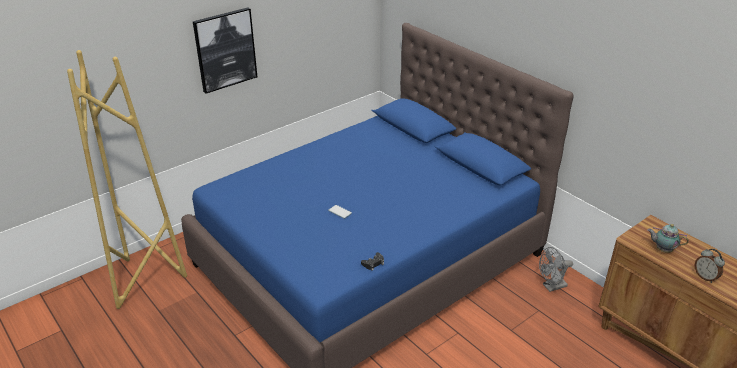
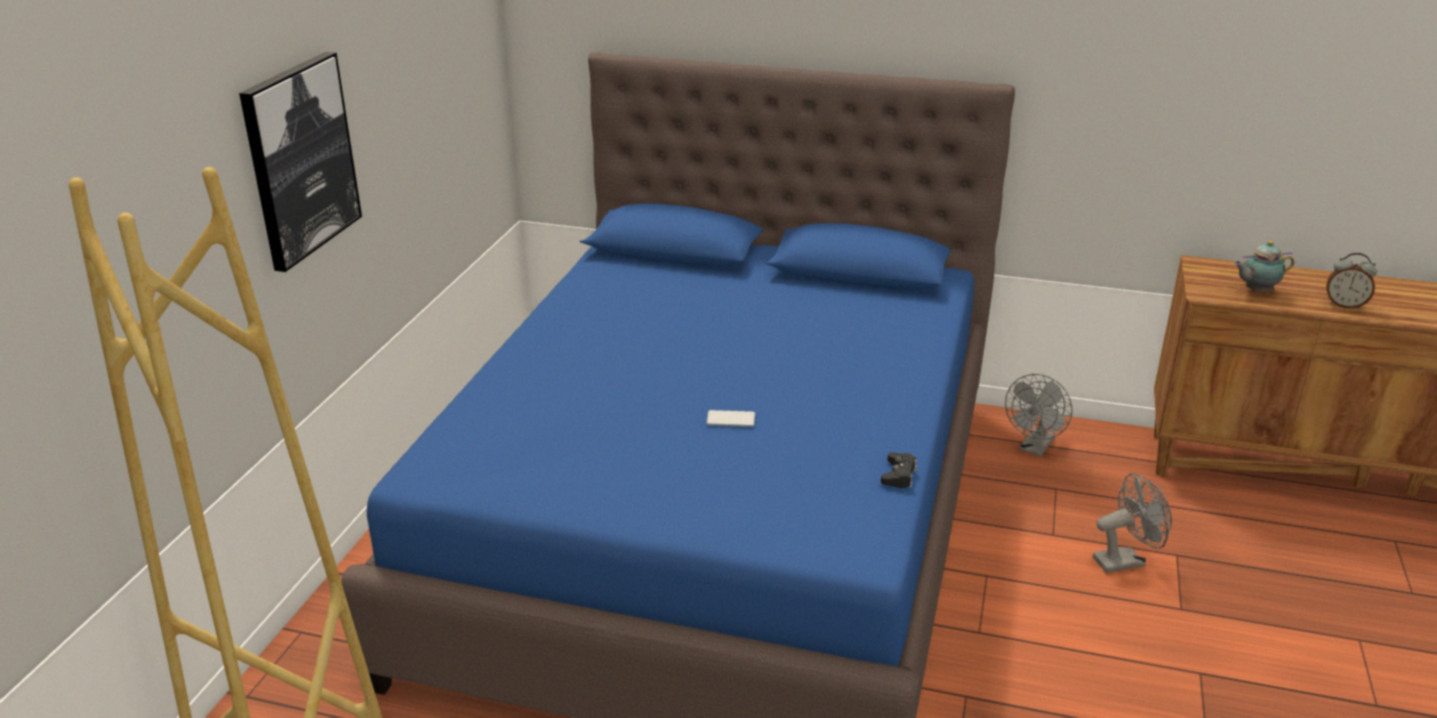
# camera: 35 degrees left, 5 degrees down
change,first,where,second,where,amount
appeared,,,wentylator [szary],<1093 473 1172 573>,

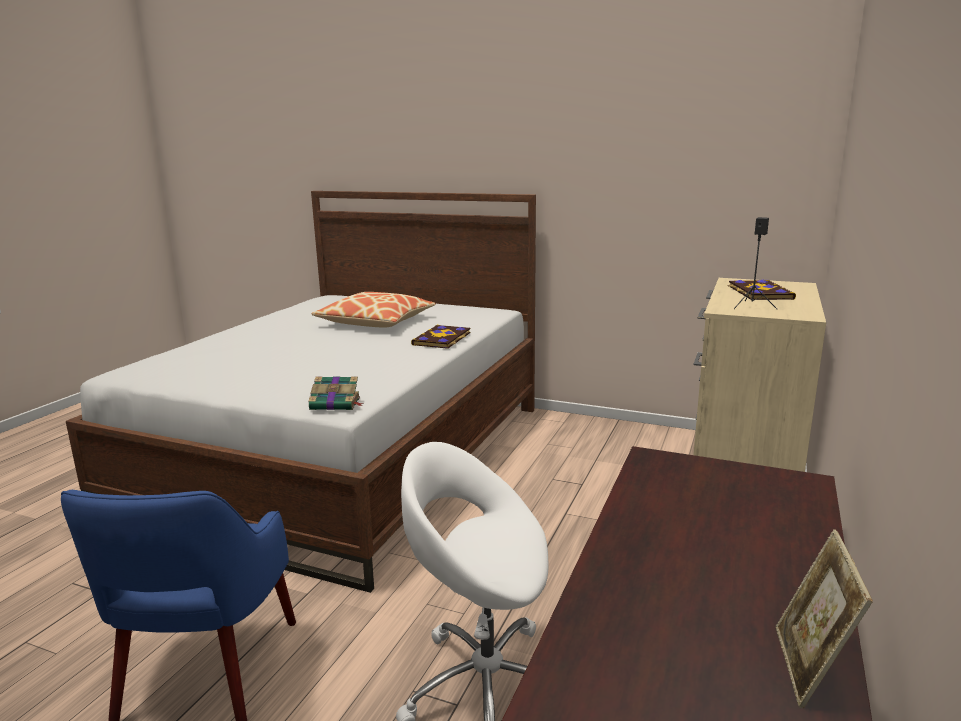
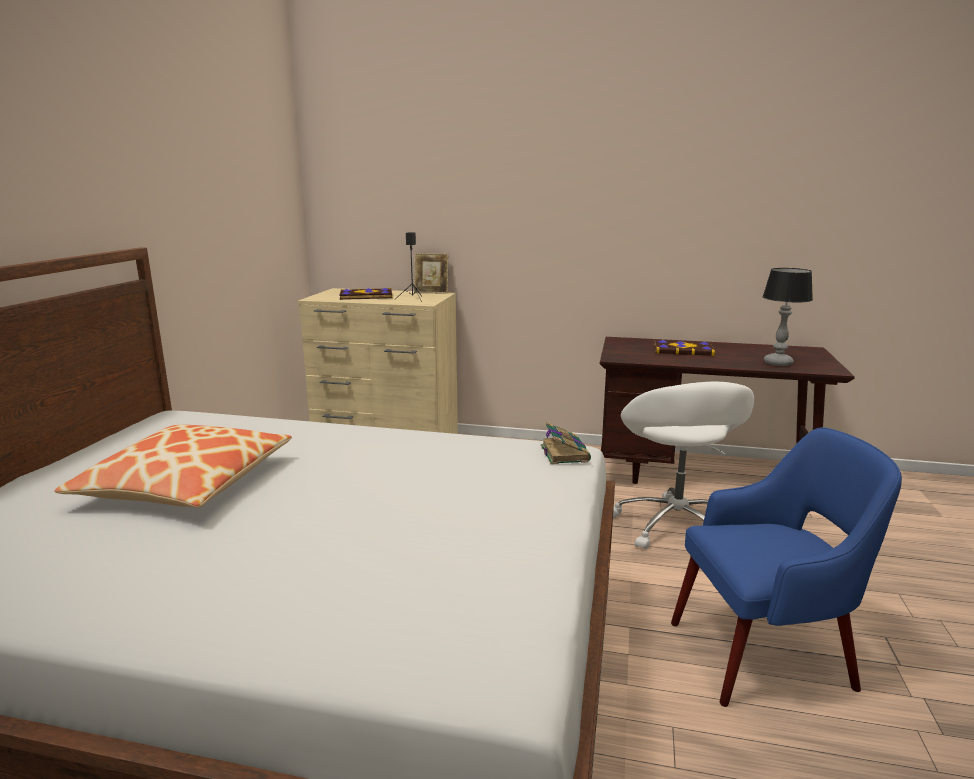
# camera: 100 degrees left, 0 degrees up
change,first,where,second,where,amount
relocated,książka,<411 325 471 349>,,<654 340 715 356>,
relocated,ramka na zdjęcie,<776 529 873 708>,,<414 253 449 294>,
appeared,,,lampa stołowa,<763 268 813 366>,

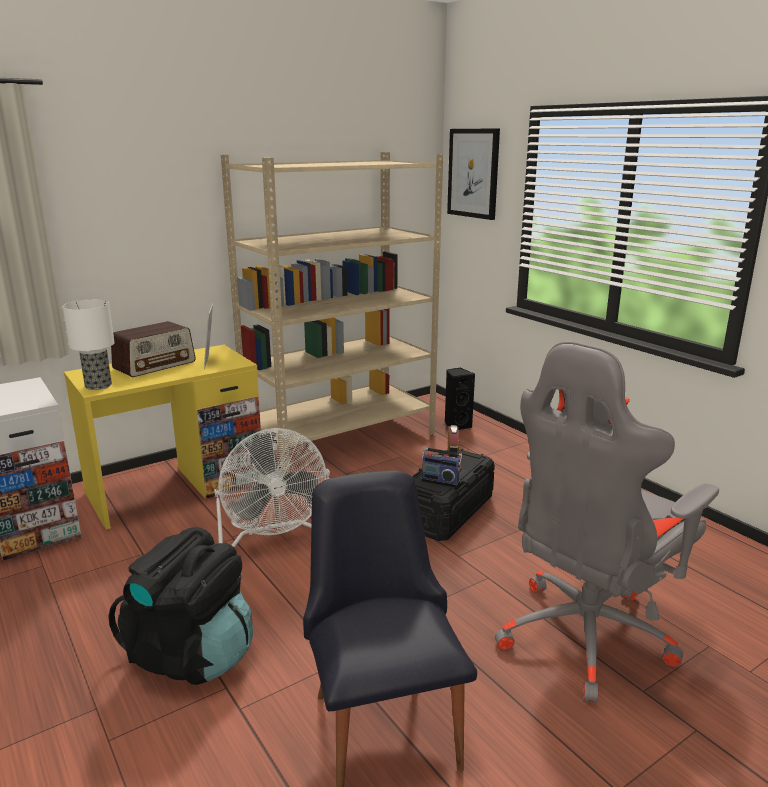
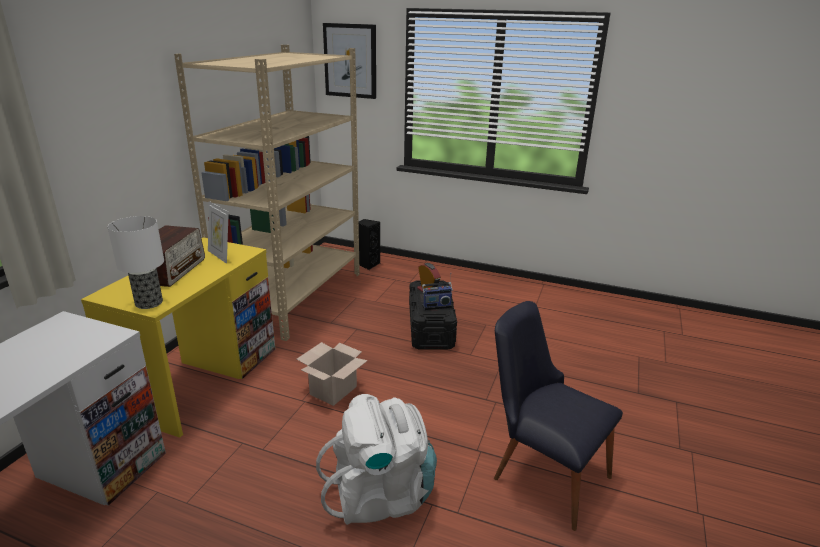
# camera: 35 degrees left, 5 degrees up
change,first,where,second,where,amount
colour,plecak [czarny],<108 527 253 685>,plecak [biały],<316 394 437 525>,
exchanged,wentylator [biały],<214 428 330 548>,karton,<297 342 368 406>,
missing,krzesło biurowe [szary],<495 341 719 703>,,,

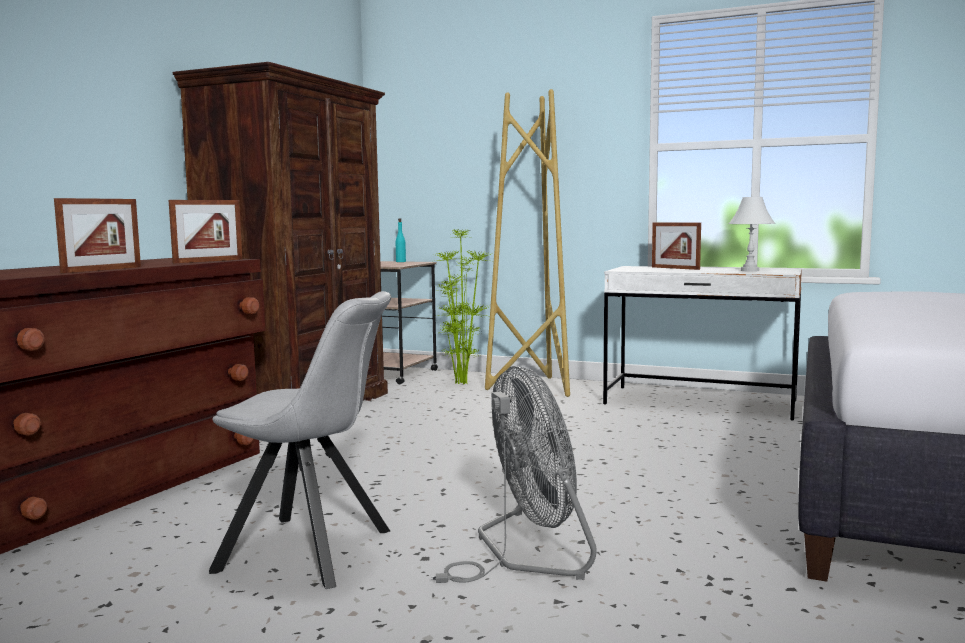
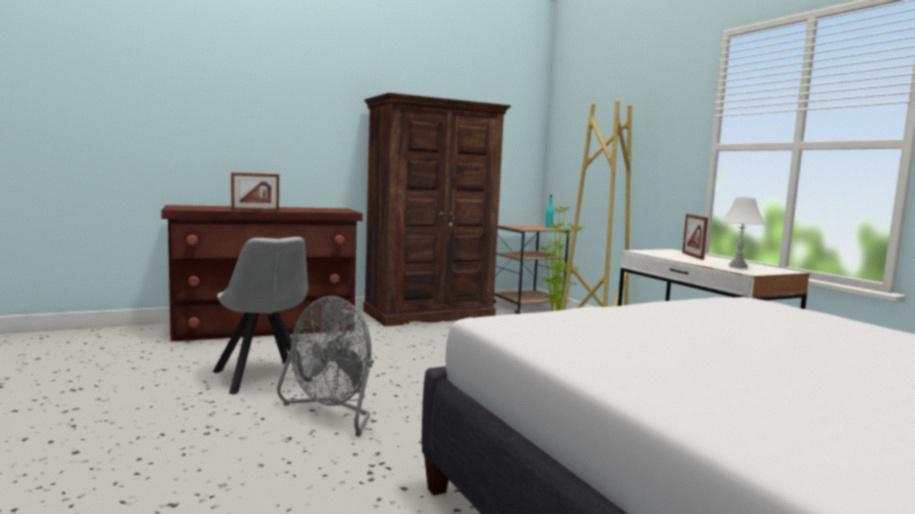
# camera: 40 degrees right, 0 degrees up
change,first,where,second,where,amount
missing,ramka na zdjęcie,<169 200 242 263>,,,
spun,wentylator [szary],<432 366 596 583>,,<277 296 374 436>,105 degrees clockwise

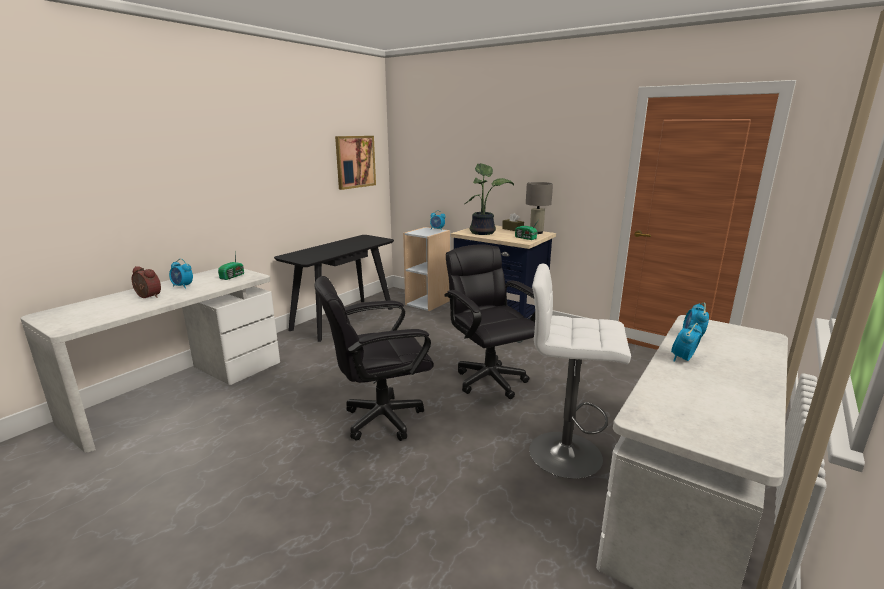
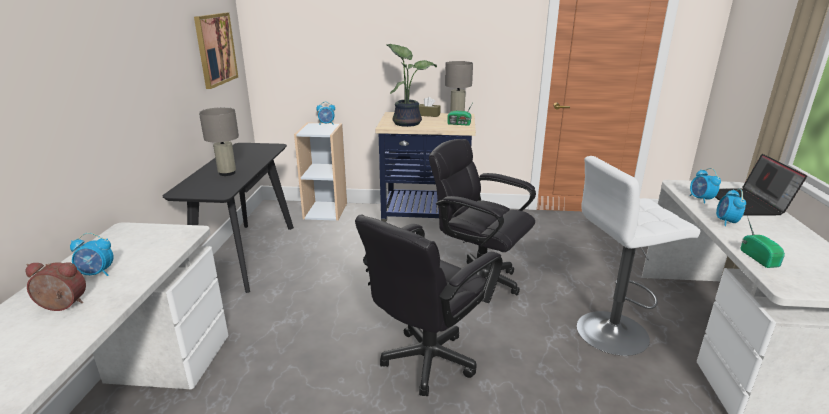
# camera: 30 degrees left, 5 degrees up
change,first,where,second,where,amount
relocated,radio,<218 253 244 280>,,<740 216 785 268>,
appeared,,,lampa stołowa [szary],<199 107 239 176>,
appeared,,,laptop,<715 154 807 216>,

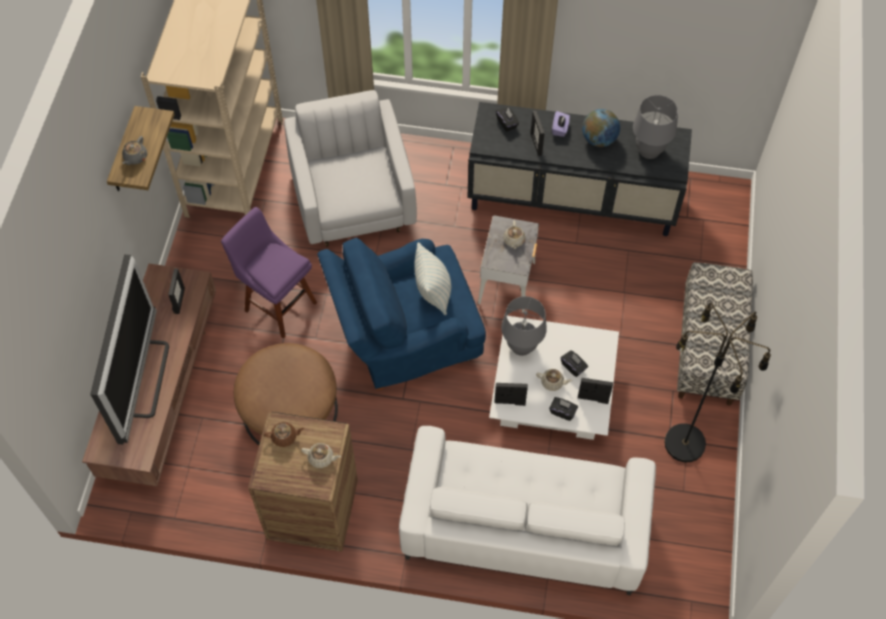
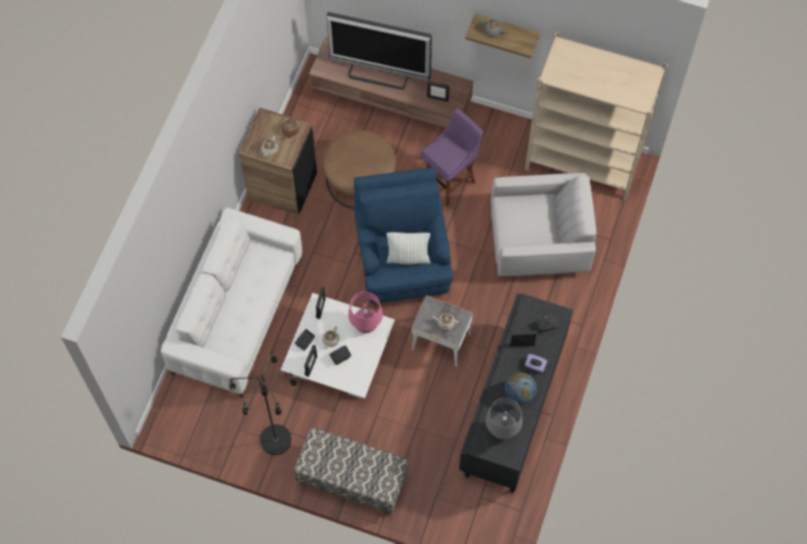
# camera: 100 degrees right, 5 degrees up
change,first,where,second,where,amount
colour,lampa stołowa [szary],<501 296 547 356>,lampa stołowa [różowy],<348 292 383 333>,

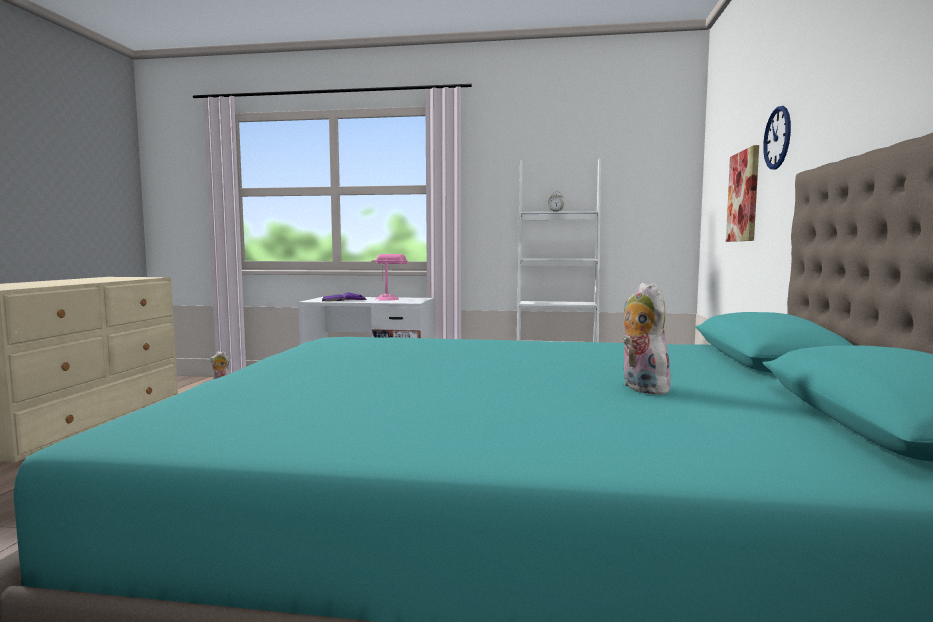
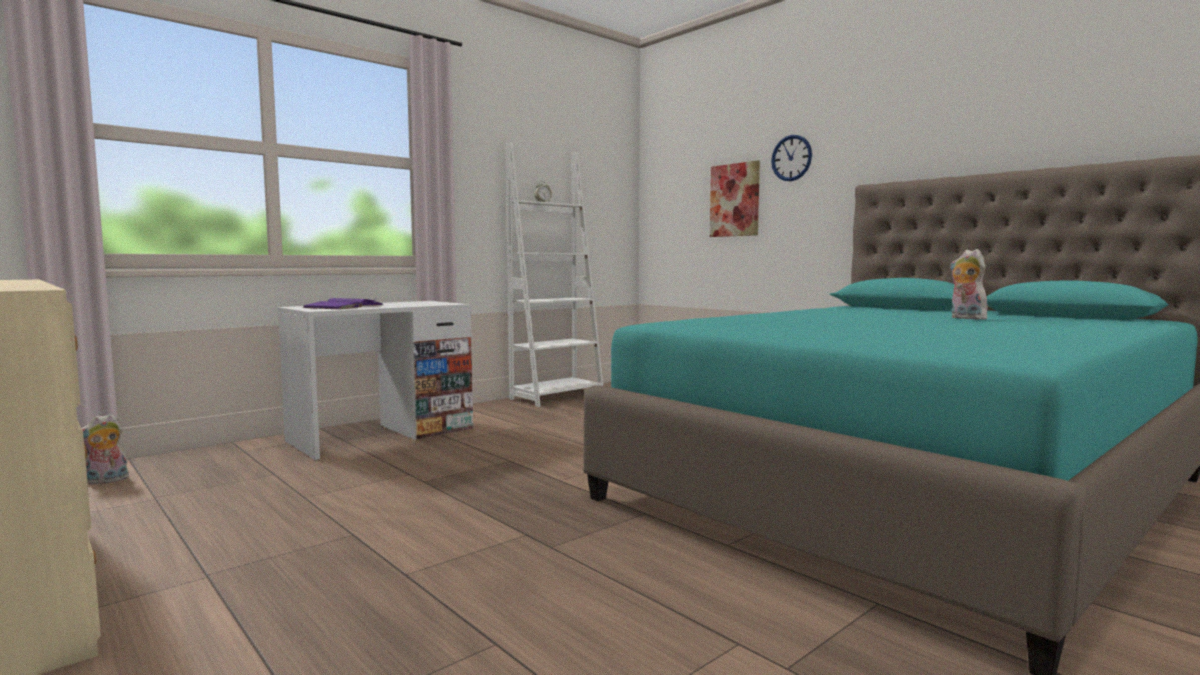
# camera: 50 degrees left, 0 degrees up
change,first,where,second,where,amount
missing,lampa stołowa [różowy],<371 254 408 301>,,,
spun,pluszak,<622 282 671 394>,,<950 249 989 320>,45 degrees clockwise

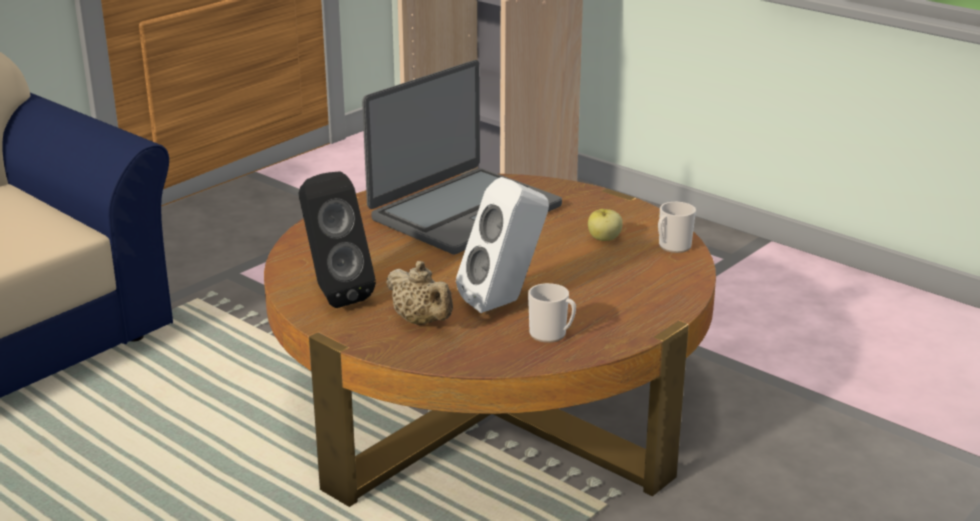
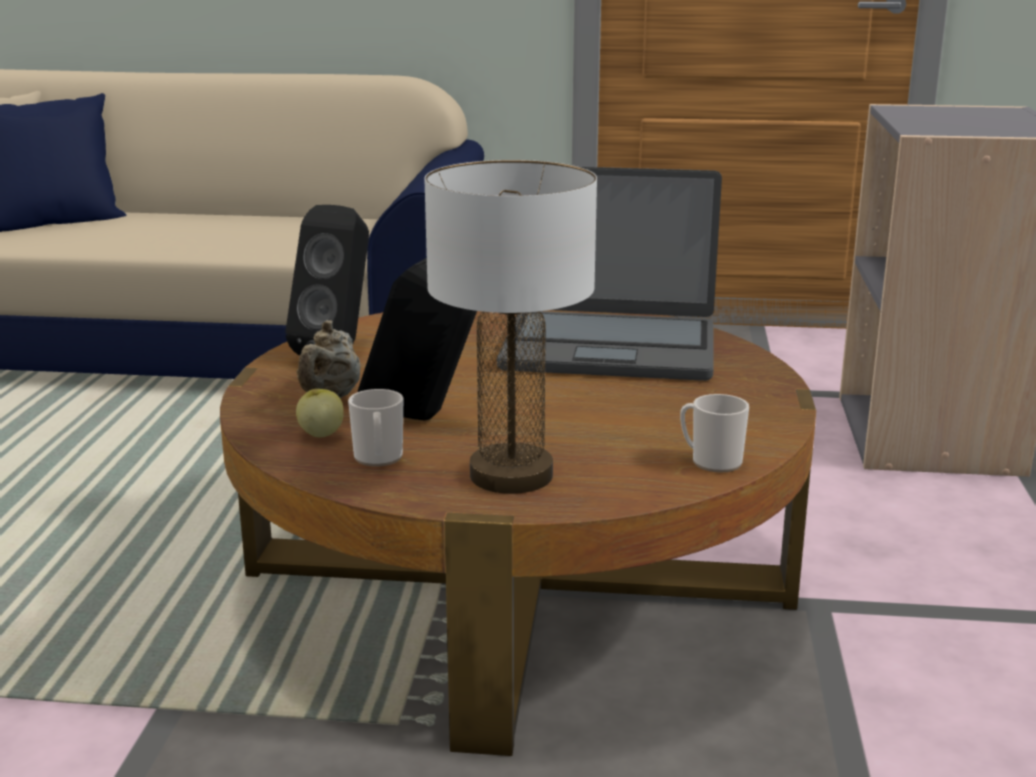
# camera: 55 degrees right, 5 degrees down
change,first,where,second,where,amount
colour,głośnik [biały],<456 177 549 313>,głośnik [czarny],<358 258 477 421>,
relocated,jabłko,<588 209 623 241>,,<296 389 344 438>,
appeared,,,lampa stołowa,<424 160 597 494>,

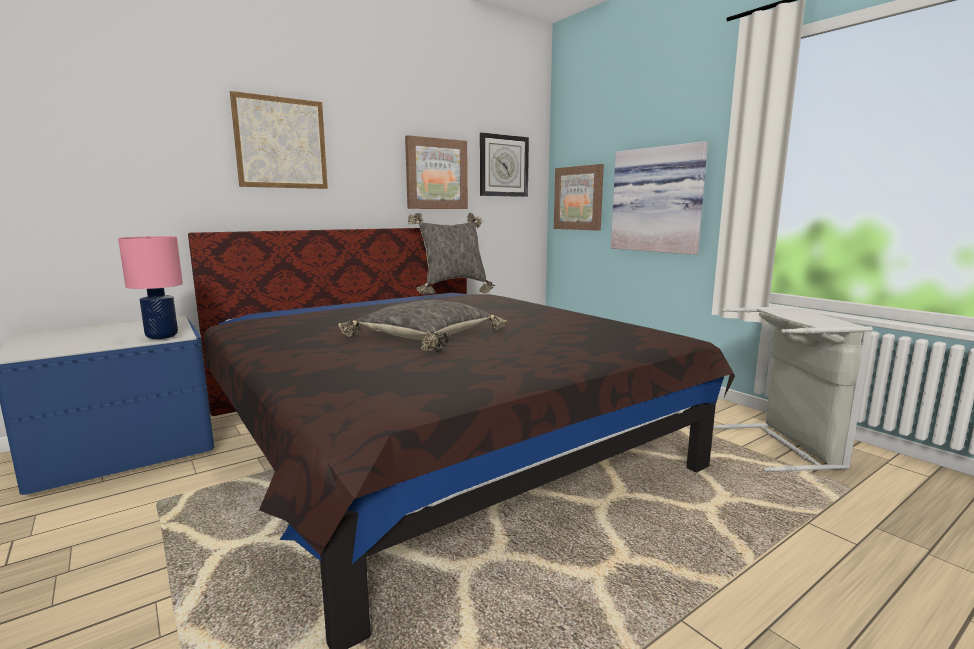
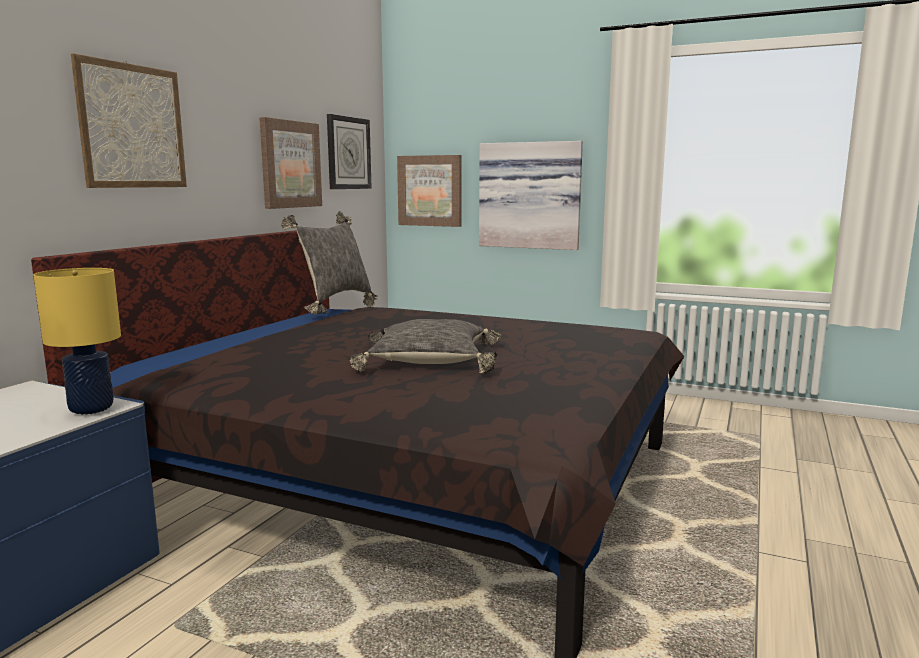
# camera: 30 degrees left, 0 degrees up
change,first,where,second,where,amount
colour,lampa stołowa [różowy],<118 236 183 339>,lampa stołowa [żółty],<33 268 121 415>,
missing,kosz na pranie [szary],<713 307 873 472>,,,

